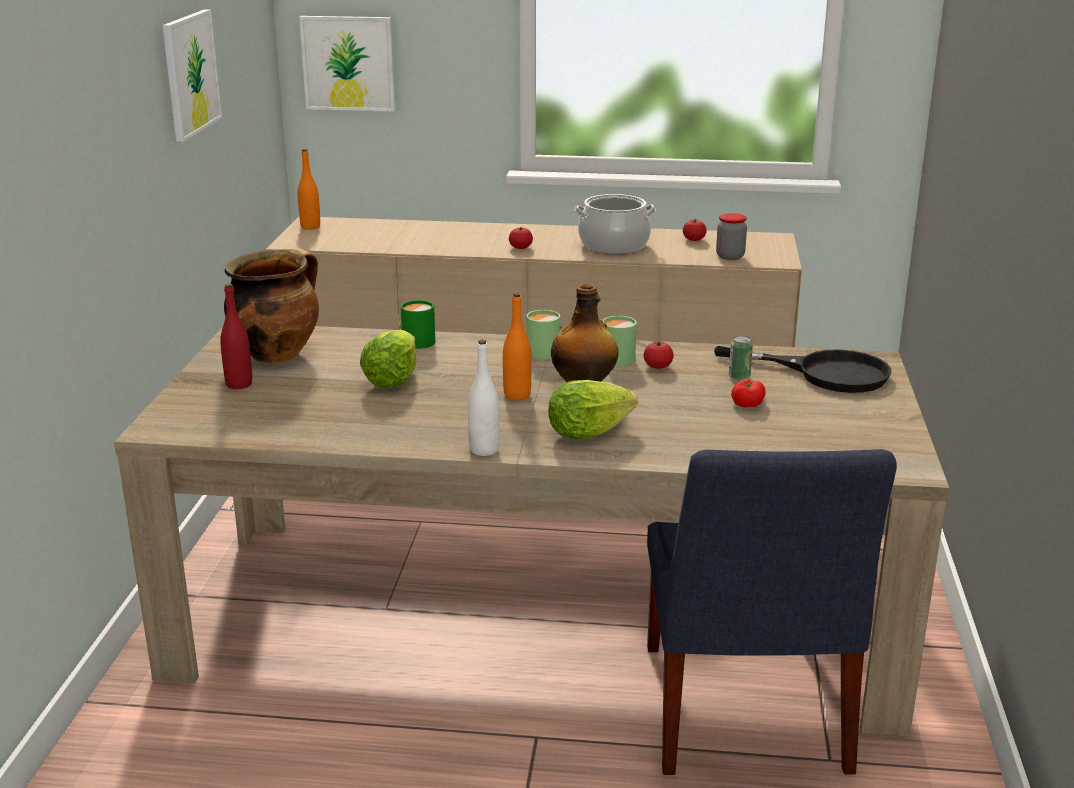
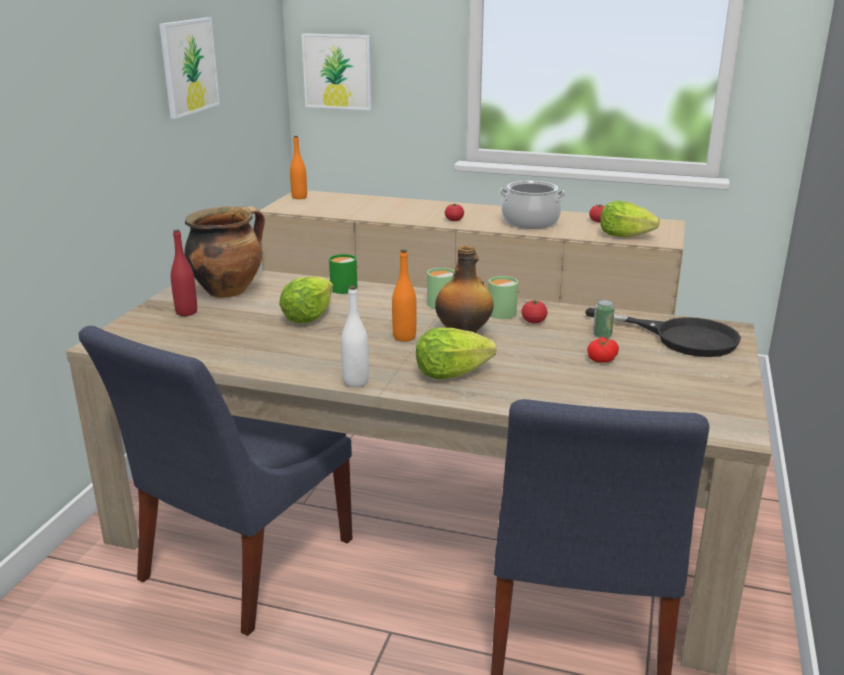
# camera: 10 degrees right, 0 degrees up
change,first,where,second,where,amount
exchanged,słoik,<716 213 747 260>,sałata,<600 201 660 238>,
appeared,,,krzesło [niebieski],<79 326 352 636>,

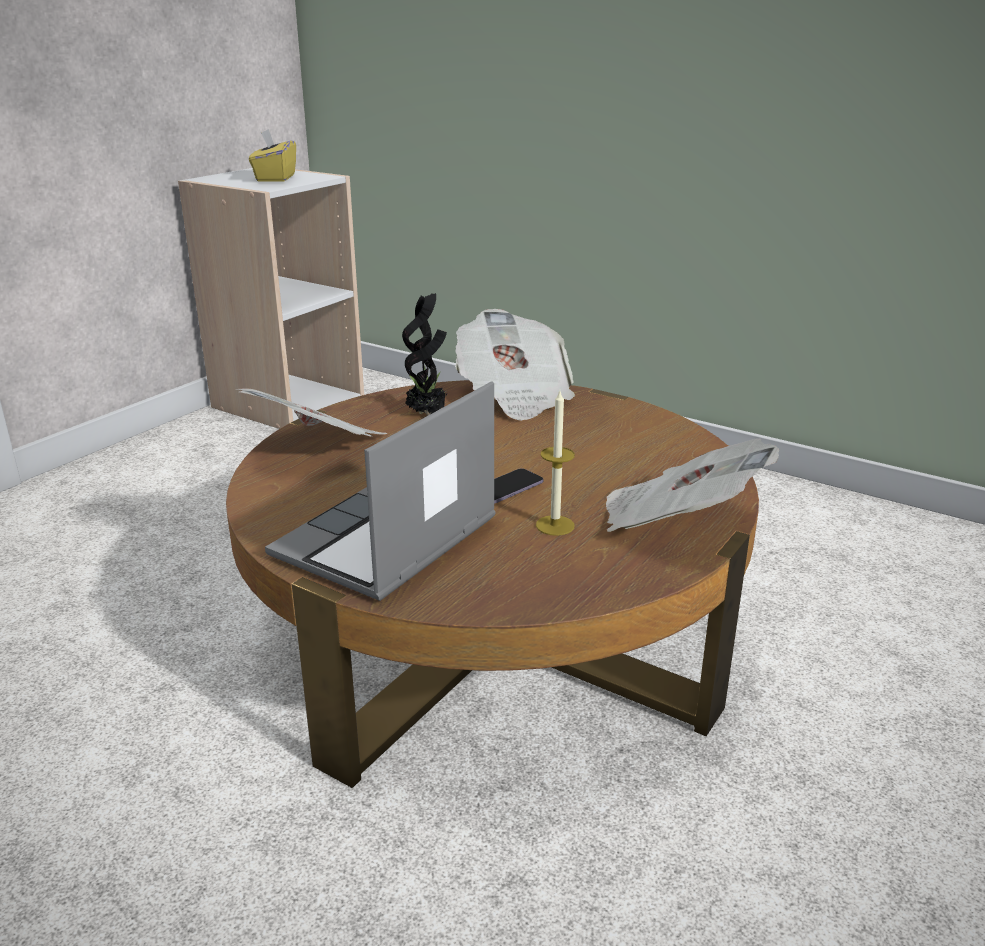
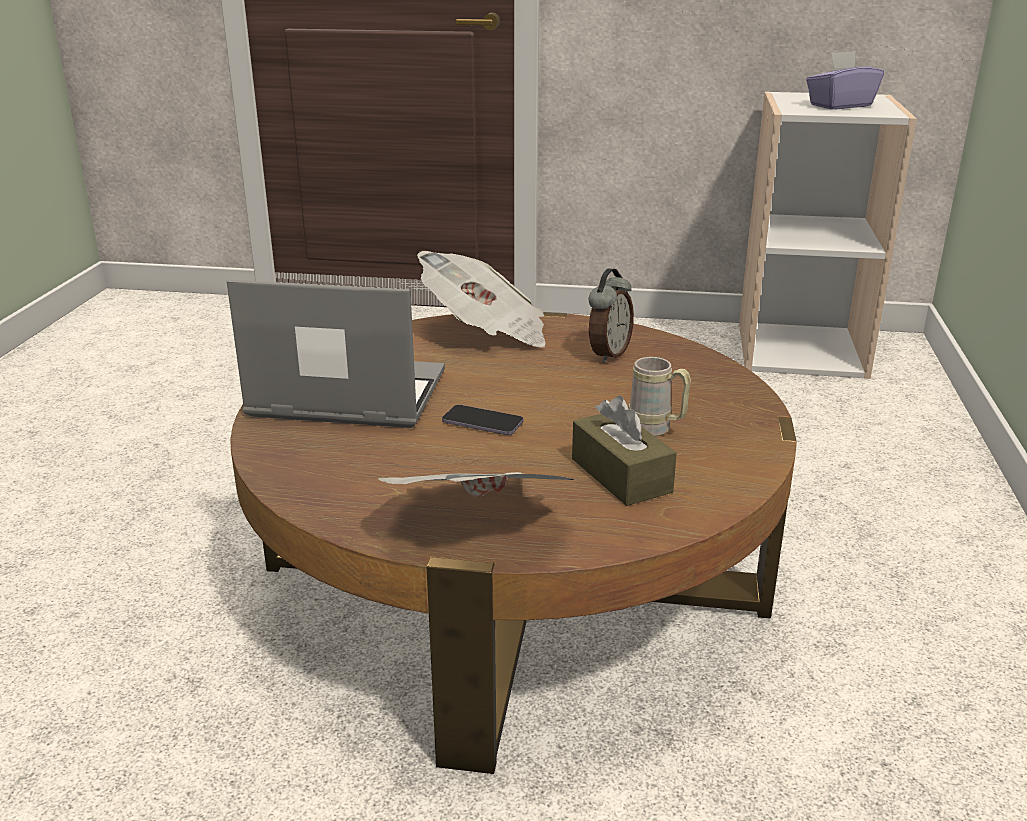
# camera: 65 degrees right, 0 degrees up
change,first,where,second,where,amount
colour,pudełko chusteczek [żółty],<249 129 296 182>,pudełko chusteczek [fioletowy],<806 51 884 109>,
exchanged,roślina doniczkowa,<402 293 447 415>,budzik,<589 268 634 363>,
missing,gazeta,<455 309 575 421>,,,
missing,świeca,<536 391 575 536>,,,
appeared,,,pudełko chusteczek [brązowy],<572 396 677 506>,
appeared,,,kubek [beżowy],<629 357 691 436>,

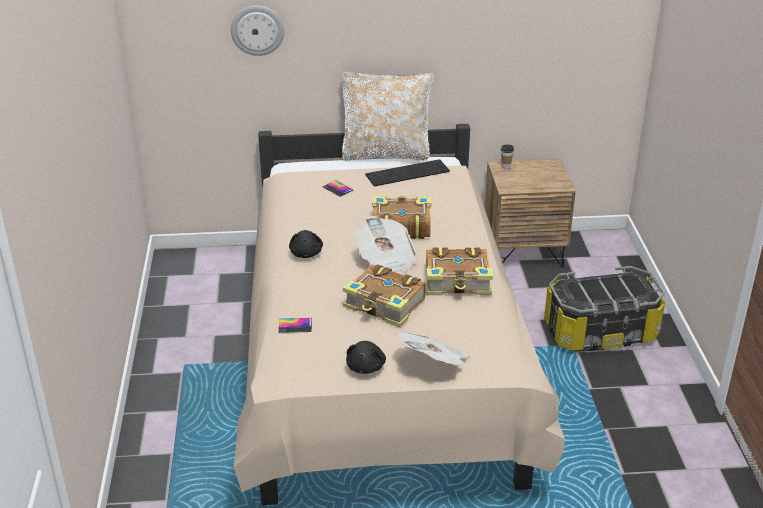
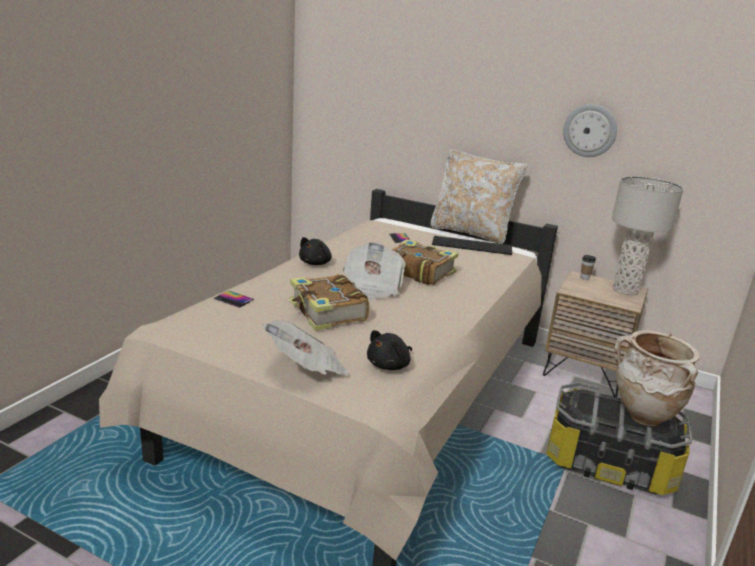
# camera: 30 degrees right, 10 degrees down
change,first,where,second,where,amount
relocated,zegar ścienny,<231 6 284 56>,,<563 104 617 157>,
relocated,pluszak [czarny],<346 341 386 374>,,<367 330 412 370>,
missing,książka,<426 247 493 295>,,,
appeared,,,lampa stołowa [biały],<612 176 684 295>,
appeared,,,wazon [beżowy],<614 330 700 427>,

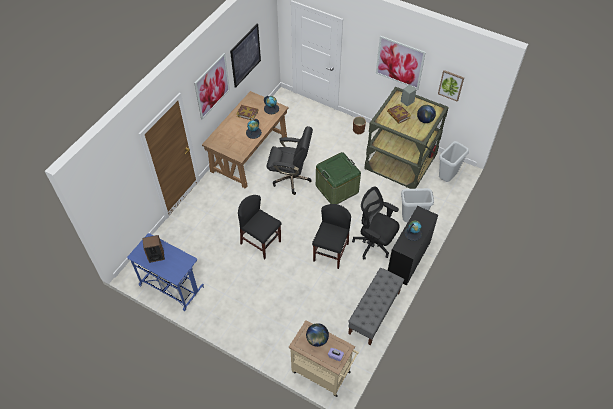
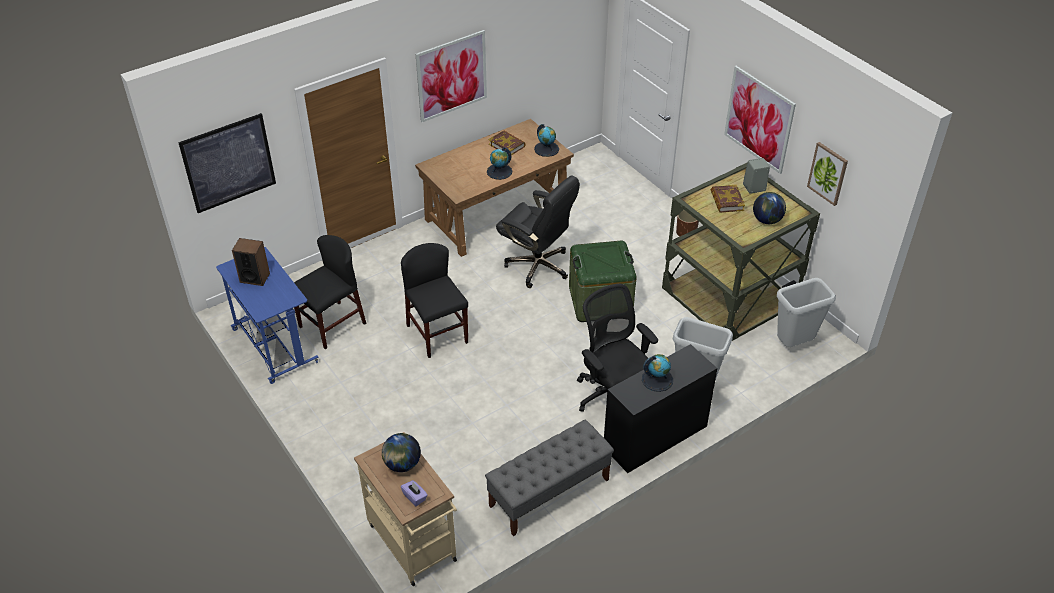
# camera: 25 degrees right, 10 degrees down
change,first,where,second,where,amount
relocated,obraz,<230 23 261 88>,,<178 113 276 213>,
relocated,krzesło [czarny],<312 204 351 269>,,<294 235 366 349>,

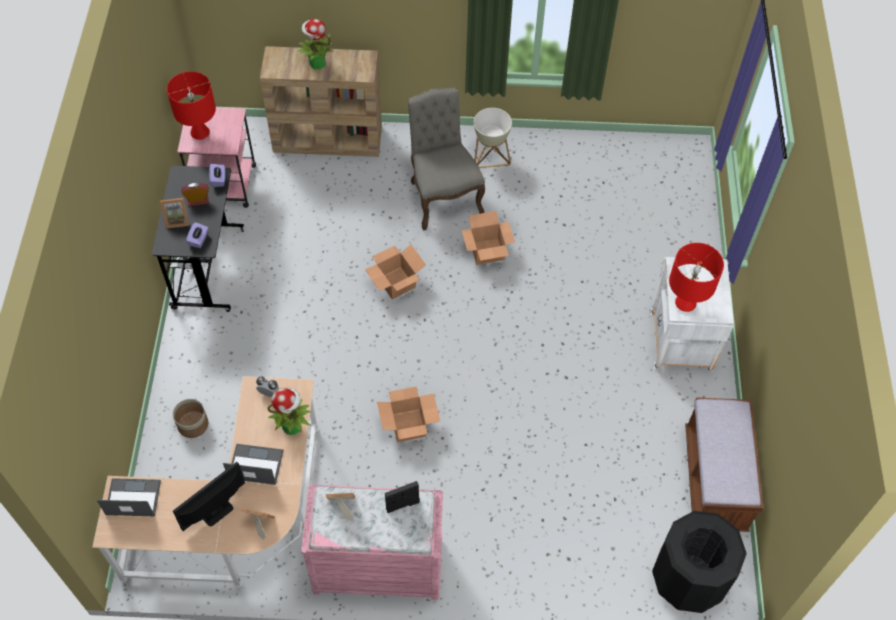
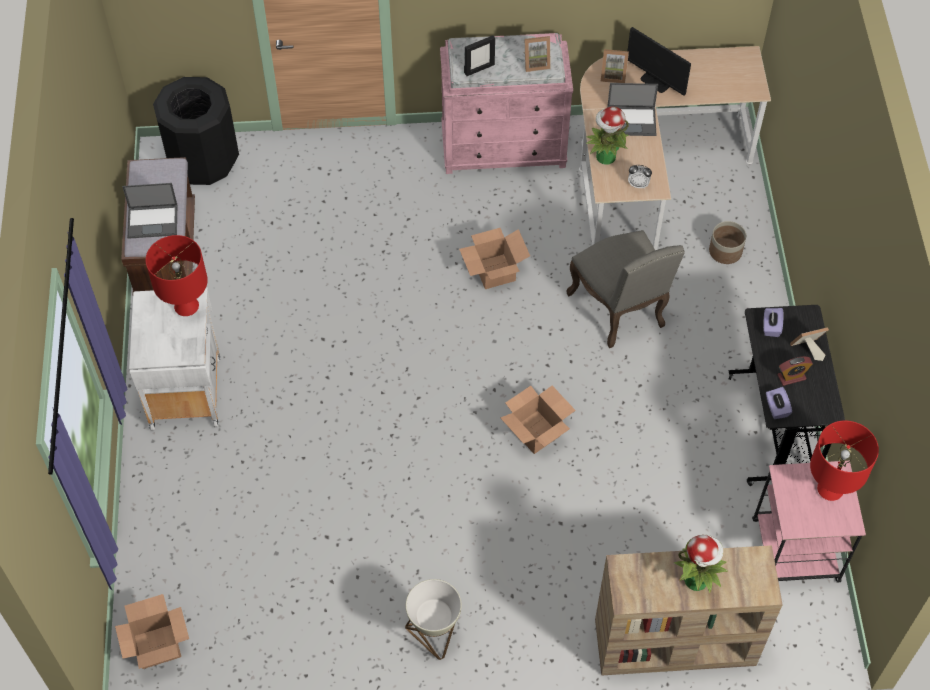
# camera: 175 degrees right, 0 degrees up
change,first,where,second,where,amount
relocated,laptop,<97 478 161 516>,,<122 183 177 239>,
spun,monitor,<173 462 245 531>,,<628 27 691 96>,90 degrees clockwise
relocated,krzesło [szary],<408 88 485 230>,,<567 230 685 348>,
relocated,karton,<461 211 515 265>,,<115 594 189 669>,

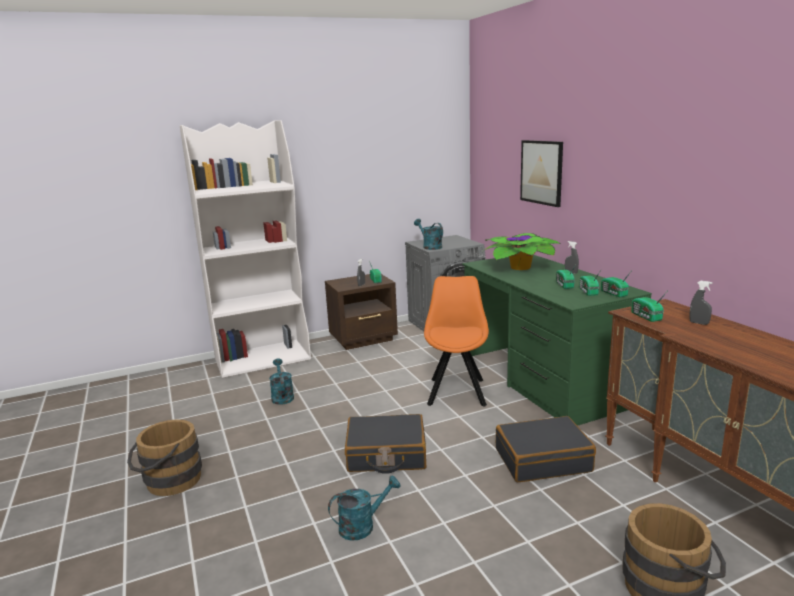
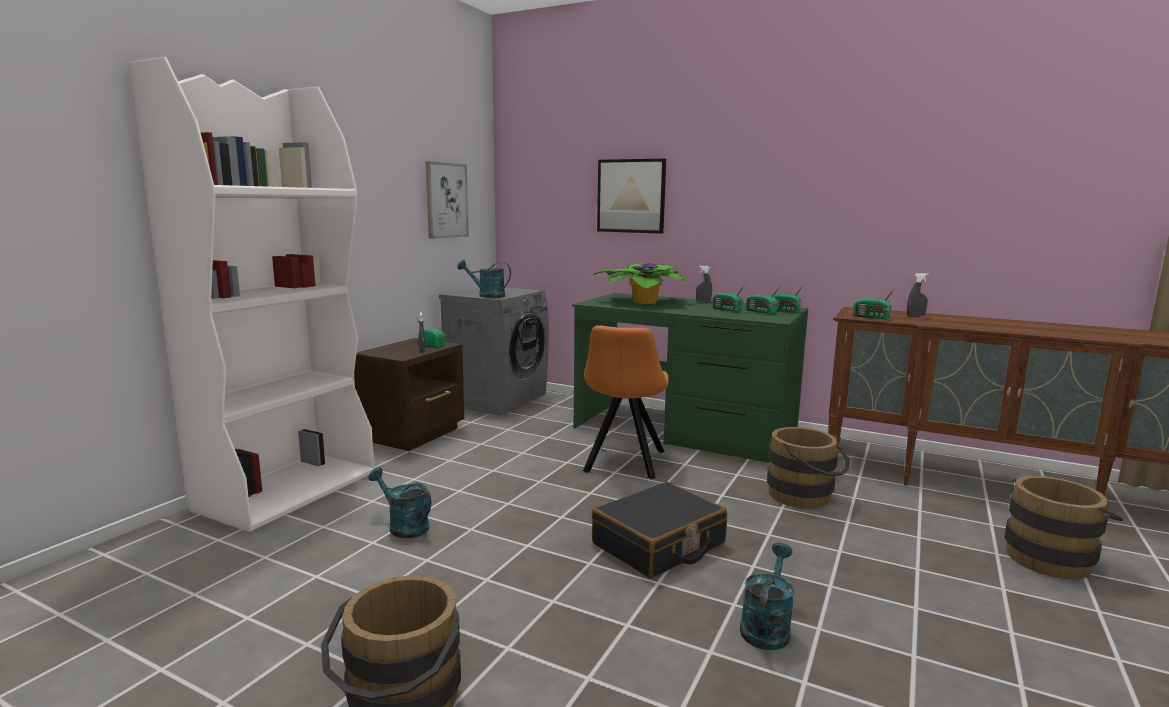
# camera: 40 degrees left, 5 degrees down
change,first,where,second,where,amount
spun,krzesło [pomarańczowy],<424 276 489 407>,,<583 325 669 479>,135 degrees counterclockwise
exchanged,walizka [czarny],<496 416 596 482>,wiadro [brązowy],<767 427 849 508>,
appeared,,,obraz,<425 161 469 239>,

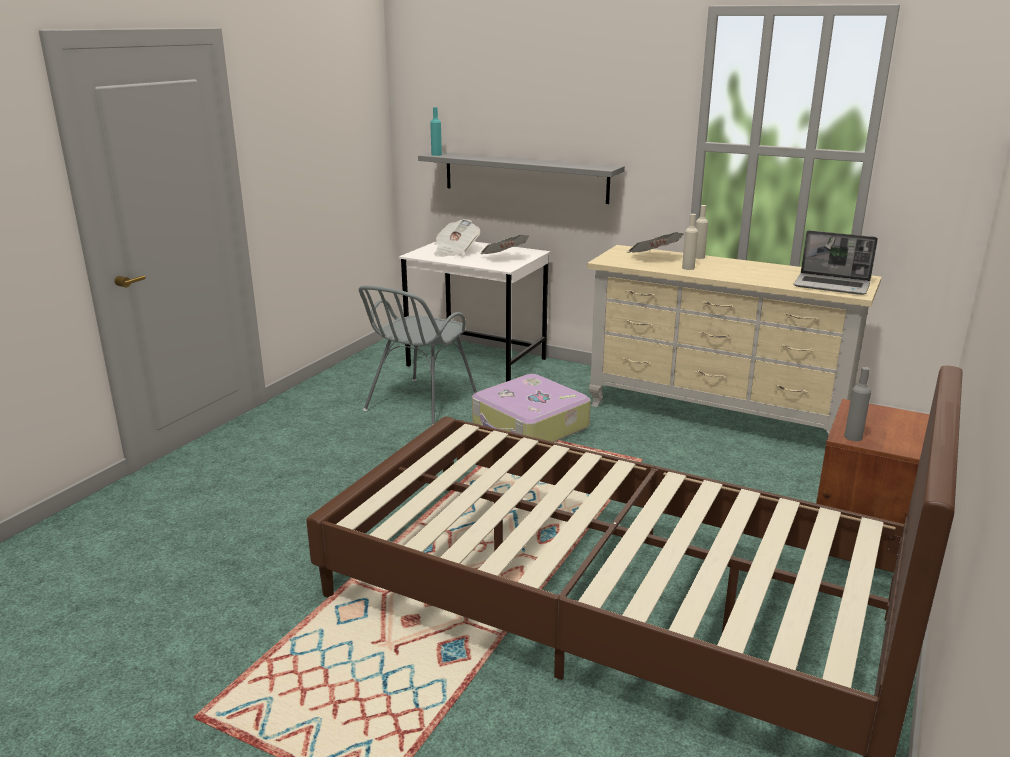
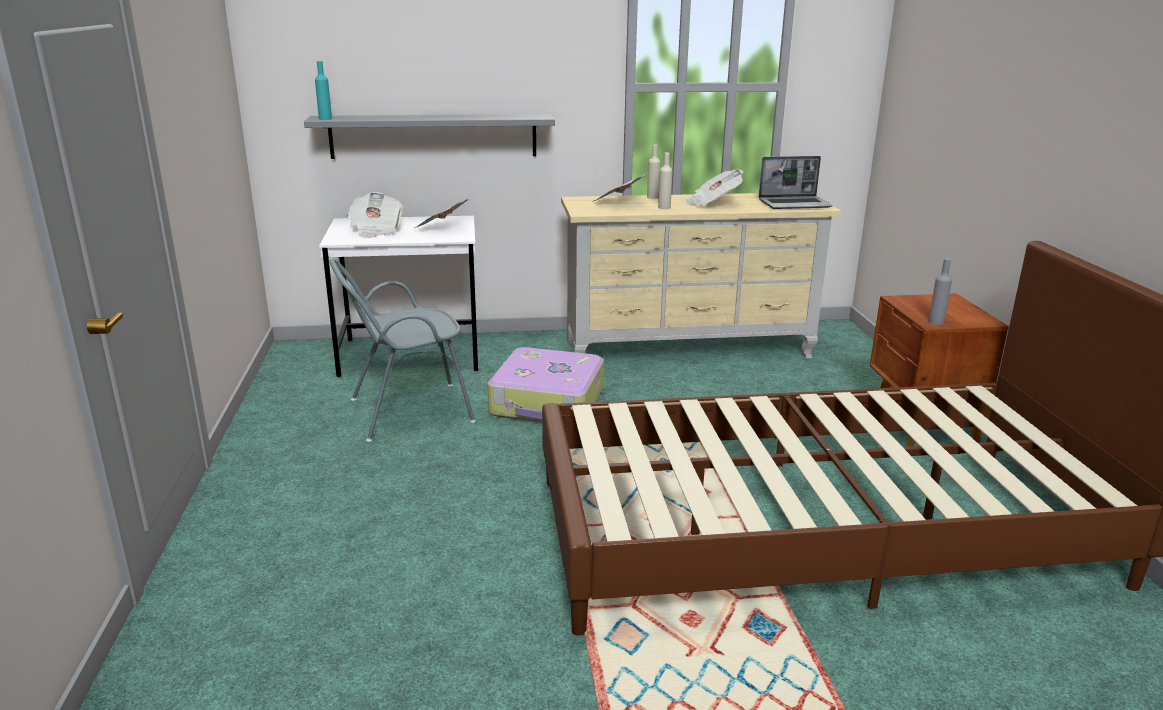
# camera: 35 degrees left, 0 degrees up
change,first,where,second,where,amount
spun,krzesło [szary],<359 286 477 426>,,<330 259 476 442>,75 degrees clockwise
appeared,,,gazeta,<683 169 743 206>,

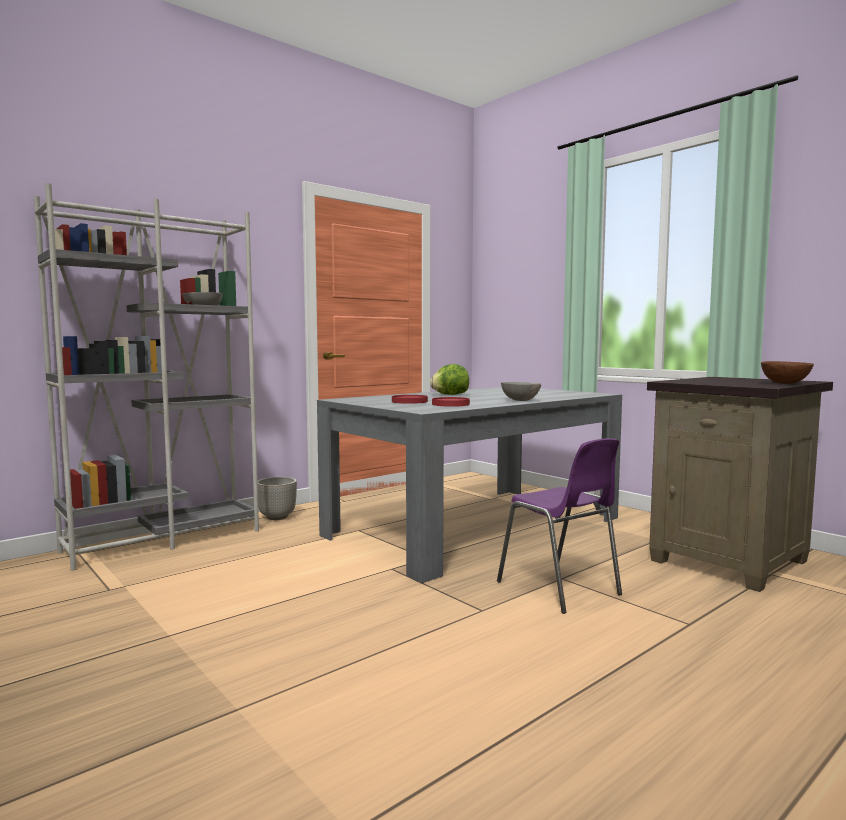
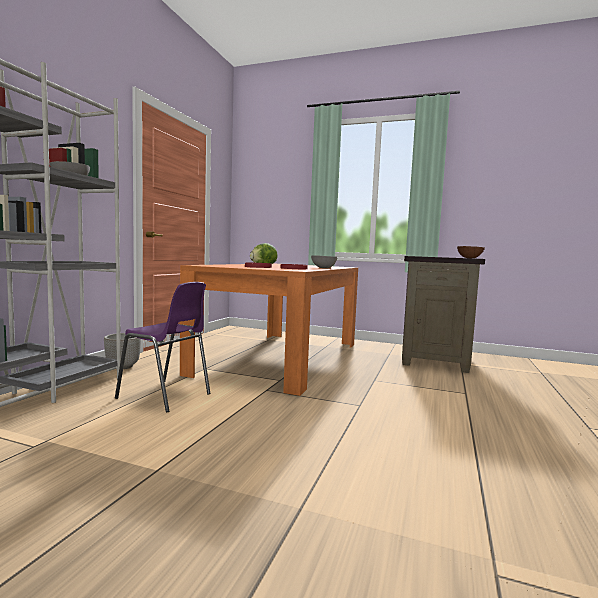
# camera: 30 degrees left, 0 degrees up
change,first,where,second,where,amount
colour,stół jadalny [szary],<317 387 622 583>,stół jadalny [pomarańczowy],<180 264 358 396>,
relocated,krzesło [fioletowy],<497 438 622 614>,,<115 282 210 413>,

